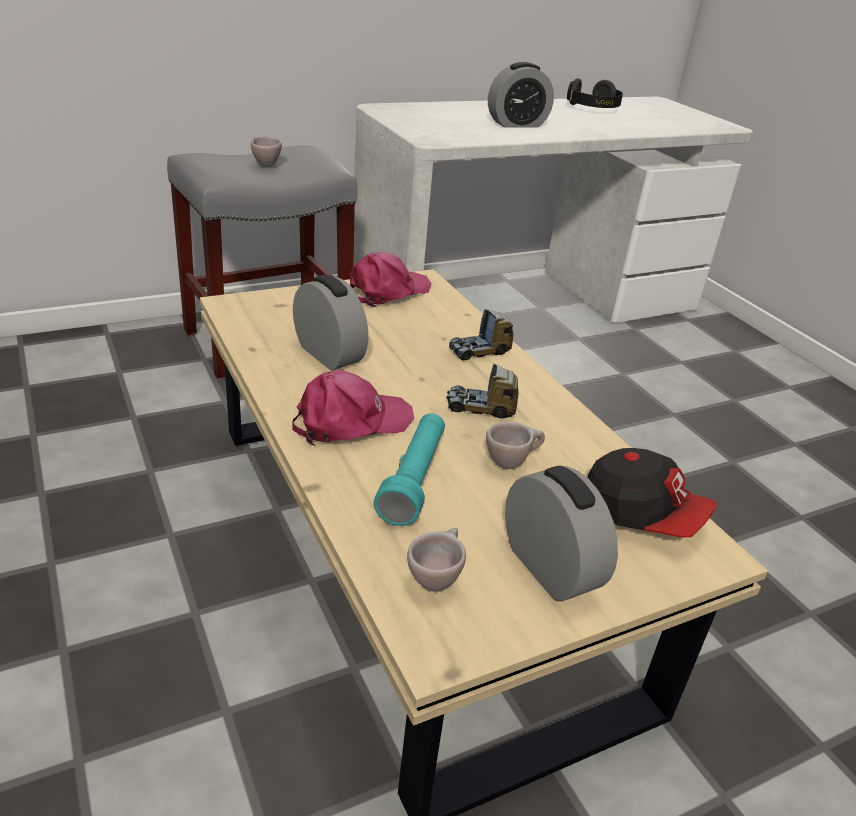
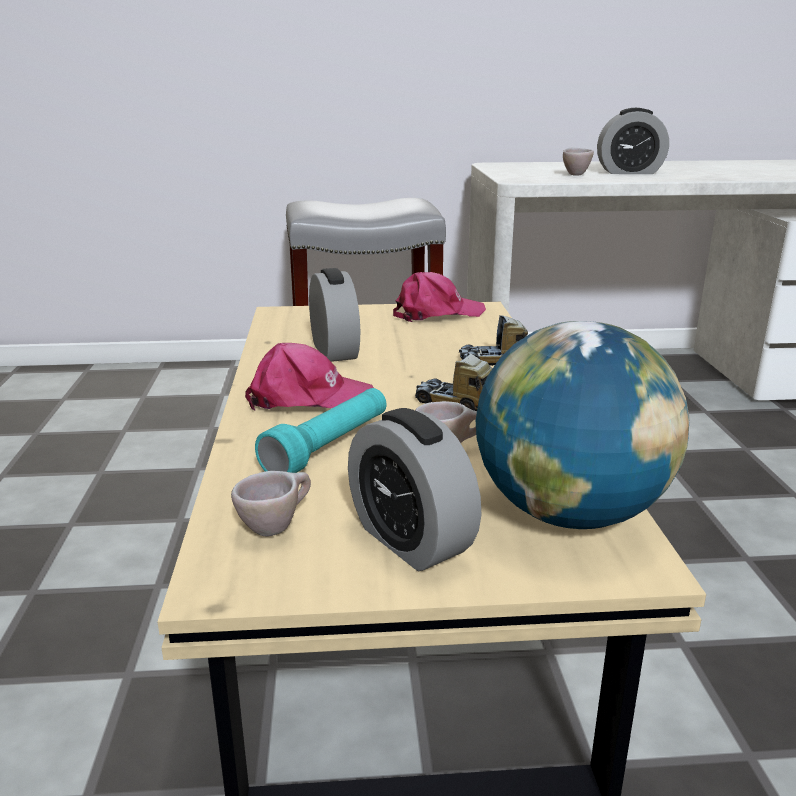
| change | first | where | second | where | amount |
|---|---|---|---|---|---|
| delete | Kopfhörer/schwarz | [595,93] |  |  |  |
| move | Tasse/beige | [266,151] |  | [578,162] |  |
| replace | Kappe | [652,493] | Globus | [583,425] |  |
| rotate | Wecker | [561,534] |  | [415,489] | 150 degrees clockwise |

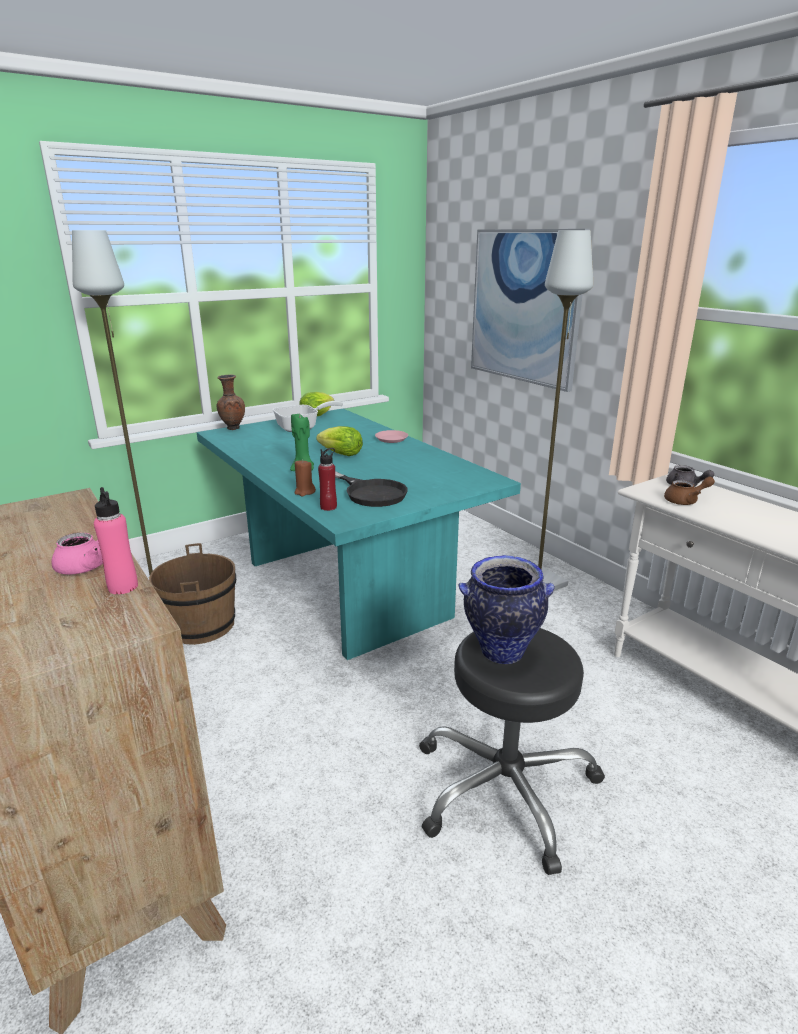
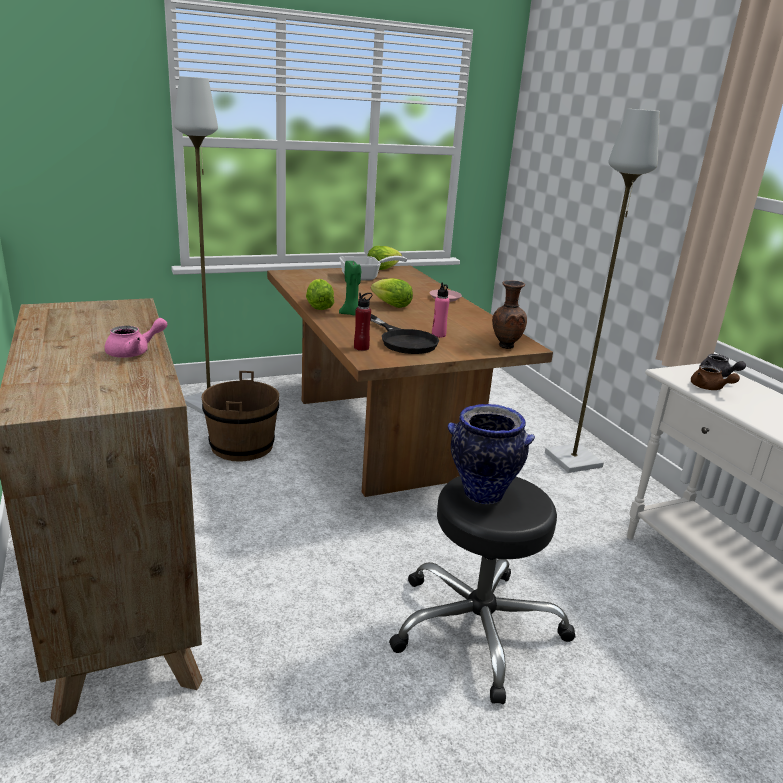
| change | first | where | second | where | amount |
|---|---|---|---|---|---|
| delete | Bild | [530,310] |  |  |  |
| move | Vase/braun | [231,402] |  | [509,314] |  |
| recolor | Esstisch/türkis | [359,534] | Esstisch/braun | [410,381] |  |
| delete | Kerze/braun | [305,477] |  |  |  |
| rotate | Teekanne/braun | [689,490] |  | [715,377] | 60 degrees clockwise |
| move | Flasche/rosa | [116,540] |  | [441,310] |  |
| insert |  |  | Salatkopf | [320,294] |  |

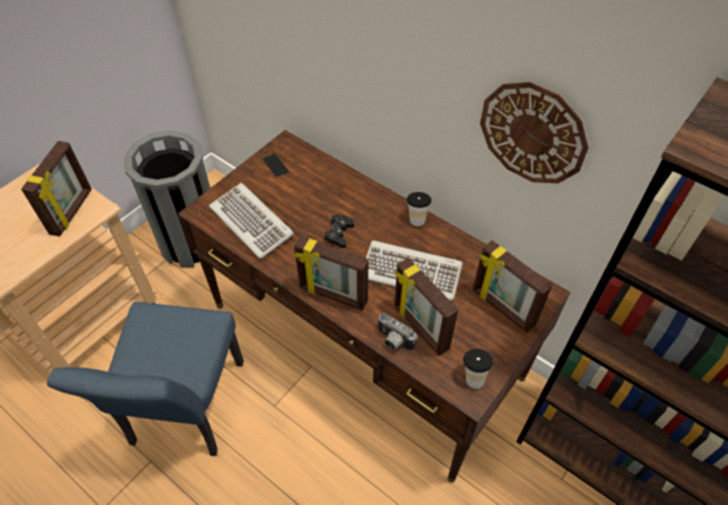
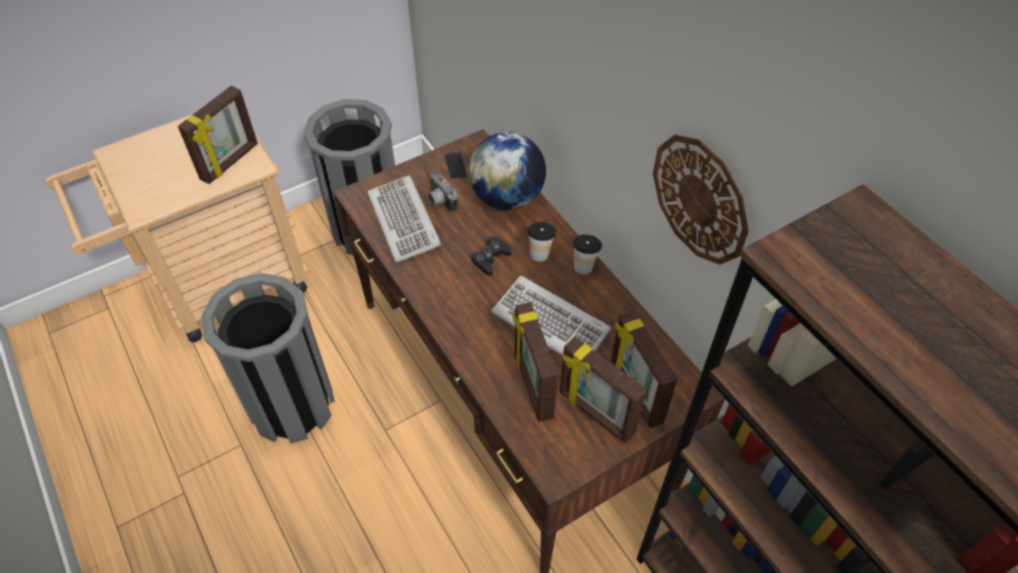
| change | first | where | second | where | amount |
|---|---|---|---|---|---|
| move | Bilderrahmen | [331,273] |  | [603,390] |  |
| replace | Stuhl/blau | [145,379] | Mülleimer/grau | [268,358] |  |
| move | Kamera | [397,331] |  | [443,191] |  |
| move | Tasse | [478,369] |  | [541,242] |  |
| insert |  |  | Globus | [507,171] |  |

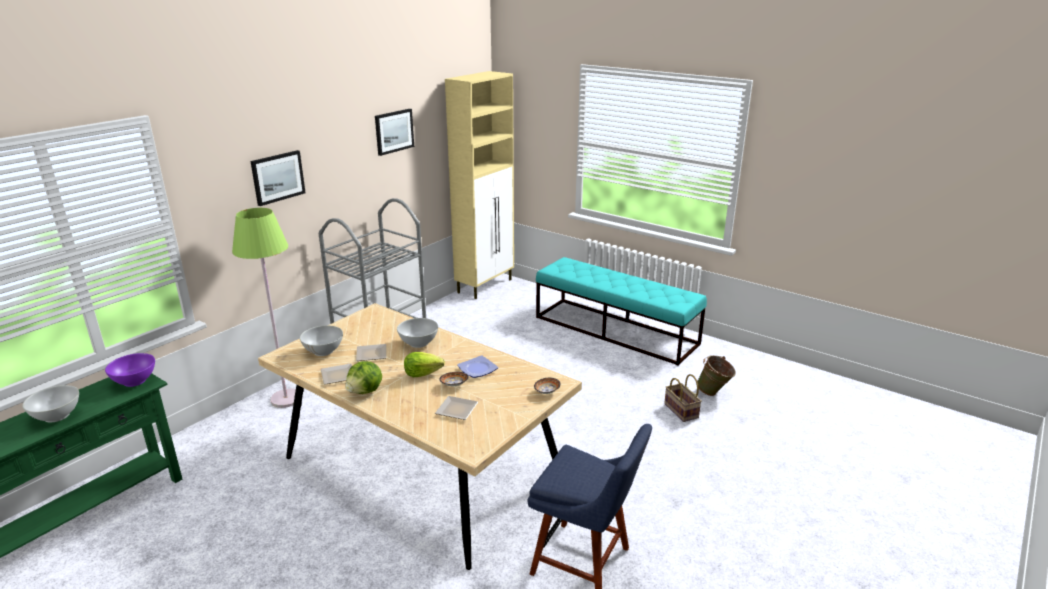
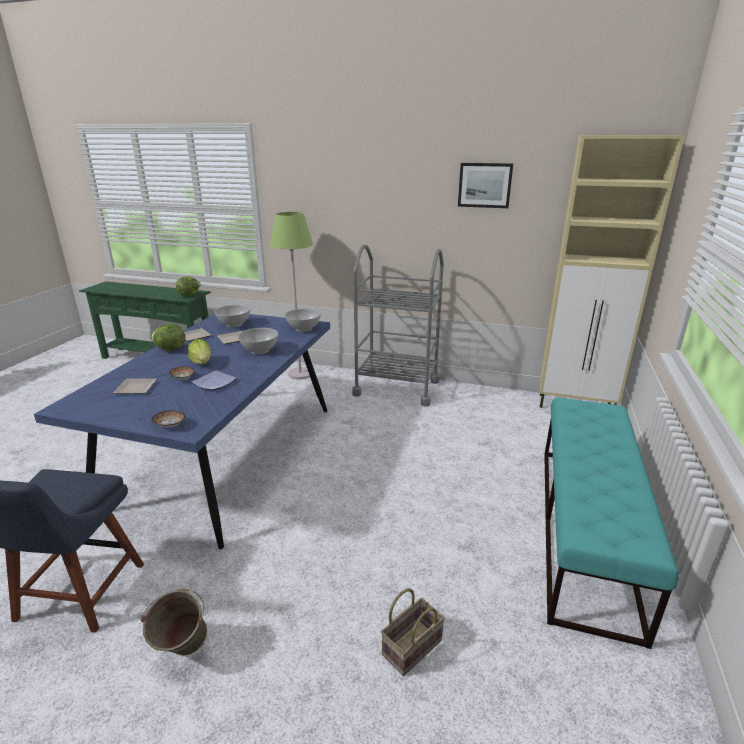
| change | first | where | second | where | amount |
|---|---|---|---|---|---|
| delete | Bild | [278,178] |  |  |  |
| recolor | Esstisch/beige | [420,436] | Esstisch/blau | [182,431] |  |
| replace | Schüssel/lila | [130,370] | Salatkopf | [188,286] |  |
| move | Eimer/grün | [716,375] |  | [174,622] |  |
| move | Schüssel/weiß | [50,404] |  | [303,320] |  |

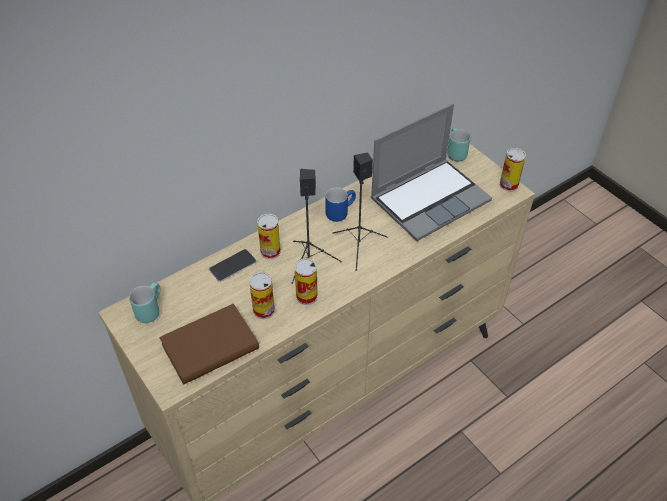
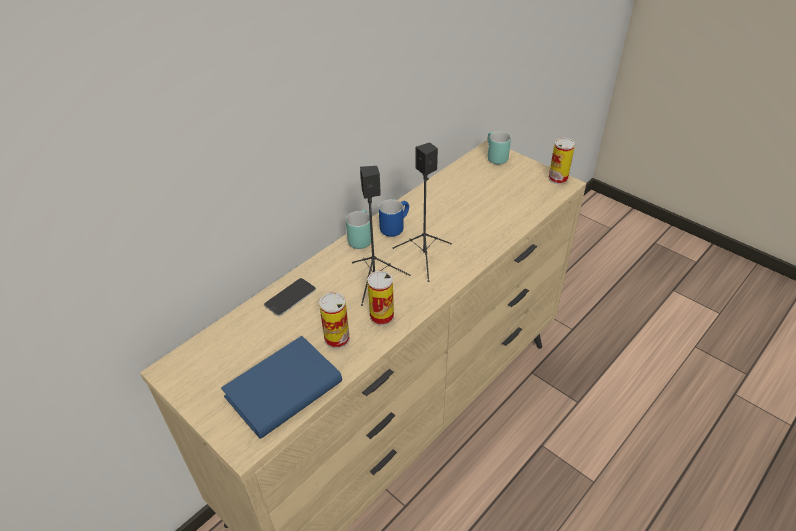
| change | first | where | second | where | amount |
|---|---|---|---|---|---|
| delete | Laptop | [431,172] |  |  |  |
| delete | Dose | [269,236] |  |  |  |
| move | Henkelbecher/türkis | [144,302] |  | [358,229] |  |
| recolor | Buch/braun | [209,344] | Buch/blau | [281,387] |  |

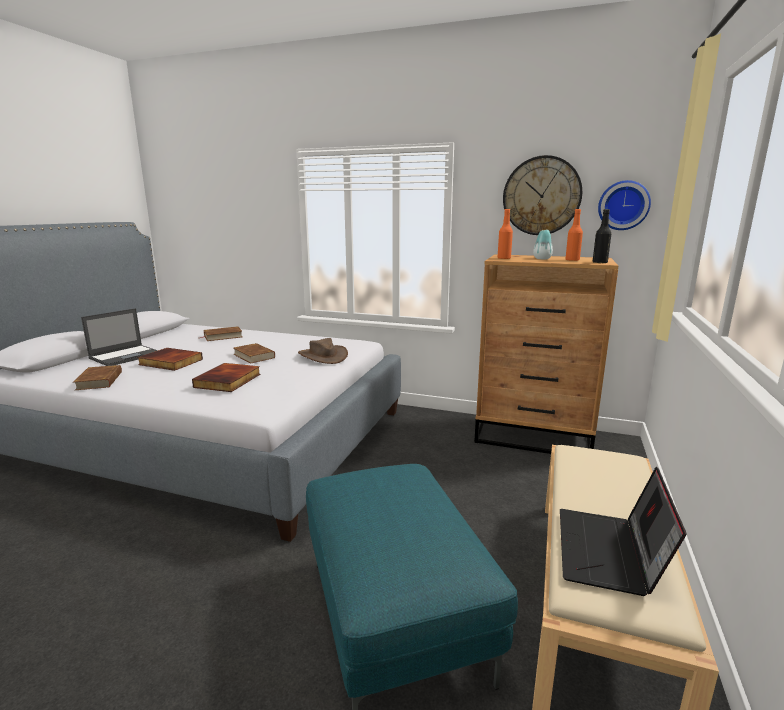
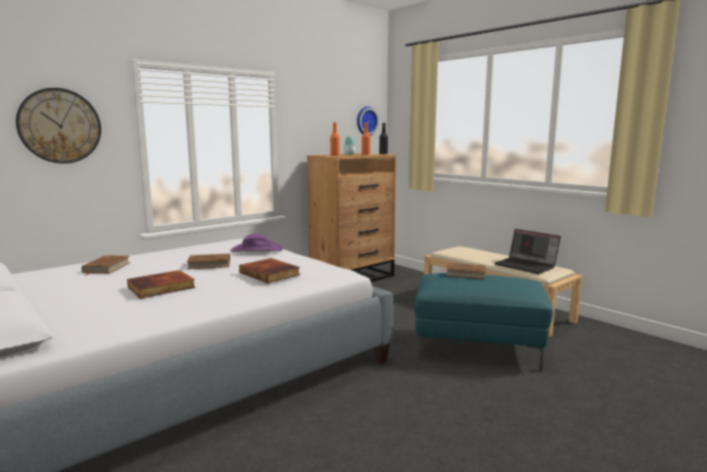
| change | first | where | second | where | amount |
|---|---|---|---|---|---|
| move | Wanduhr | [542,195] |  | [58,126] |  |
| delete | Laptop | [119,337] |  |  |  |
| recolor | Hut/braun | [323,351] | Hut/lila | [256,243] |  |
| move | Buch/braun | [98,377] |  | [463,271] |  |

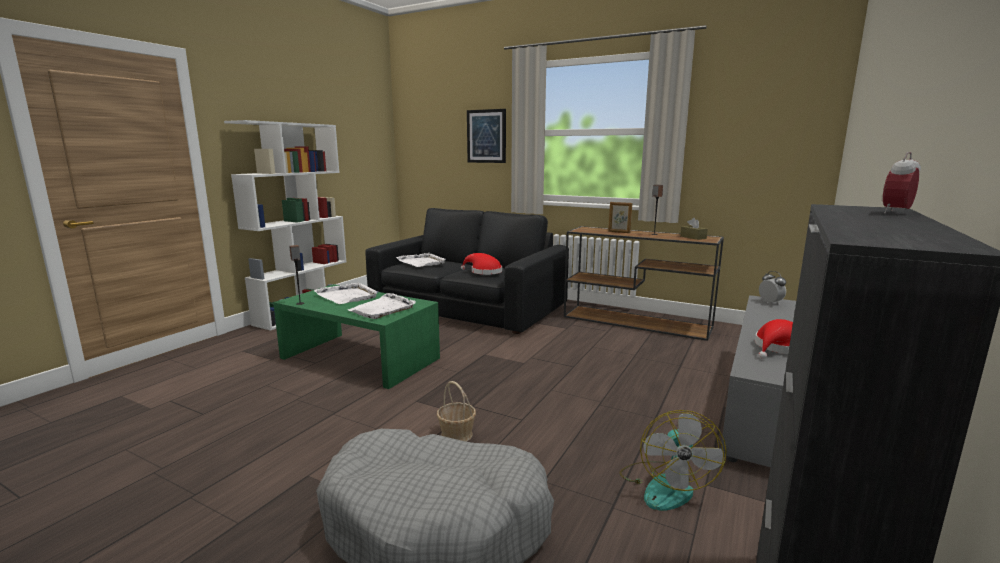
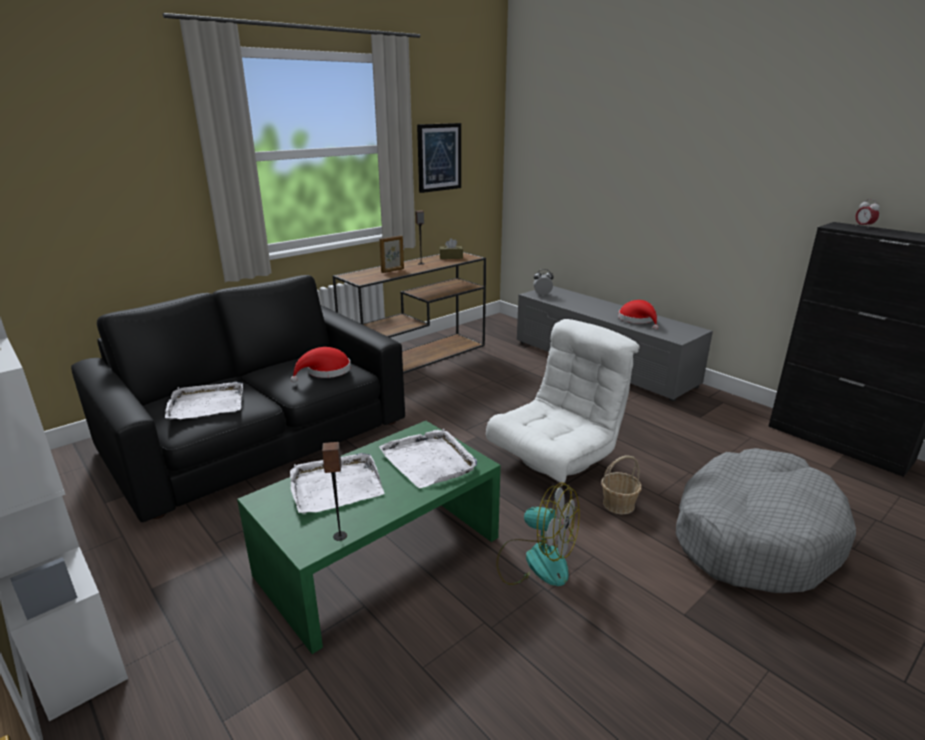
| change | first | where | second | where | amount |
|---|---|---|---|---|---|
| move | Bild | [486,136] |  | [439,158] |  |
| move | Ventilator | [673,460] |  | [537,534] |  |
| insert |  |  | Sessel/weiß | [563,401] |  |

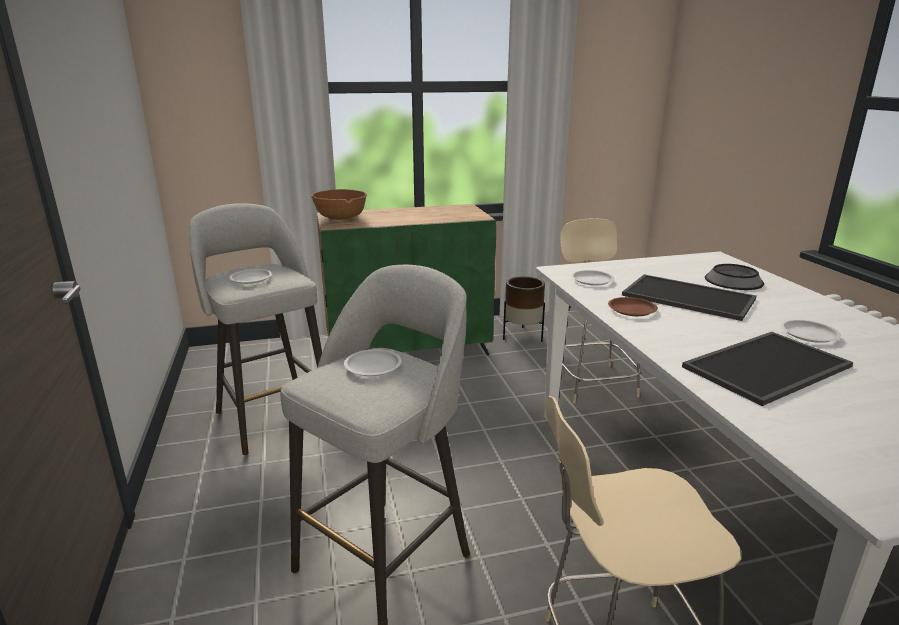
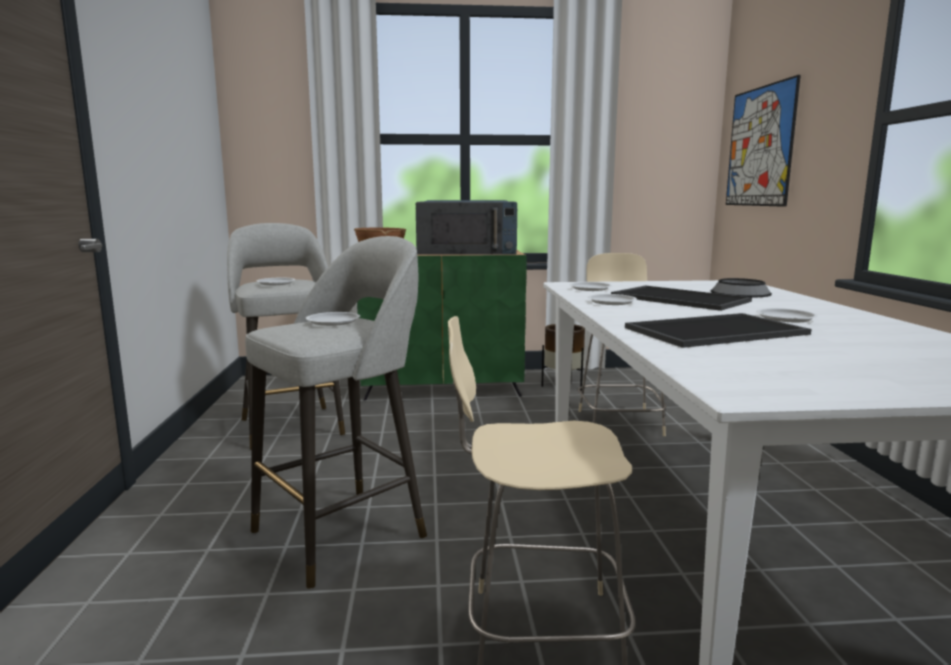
| change | first | where | second | where | amount |
|---|---|---|---|---|---|
| recolor | Teller/braun | [633,306] | Teller/weiß | [612,299] |  |
| insert |  |  | Bild | [763,141] |  |
| insert |  |  | Mikrowelle/blau | [466,227] |  |

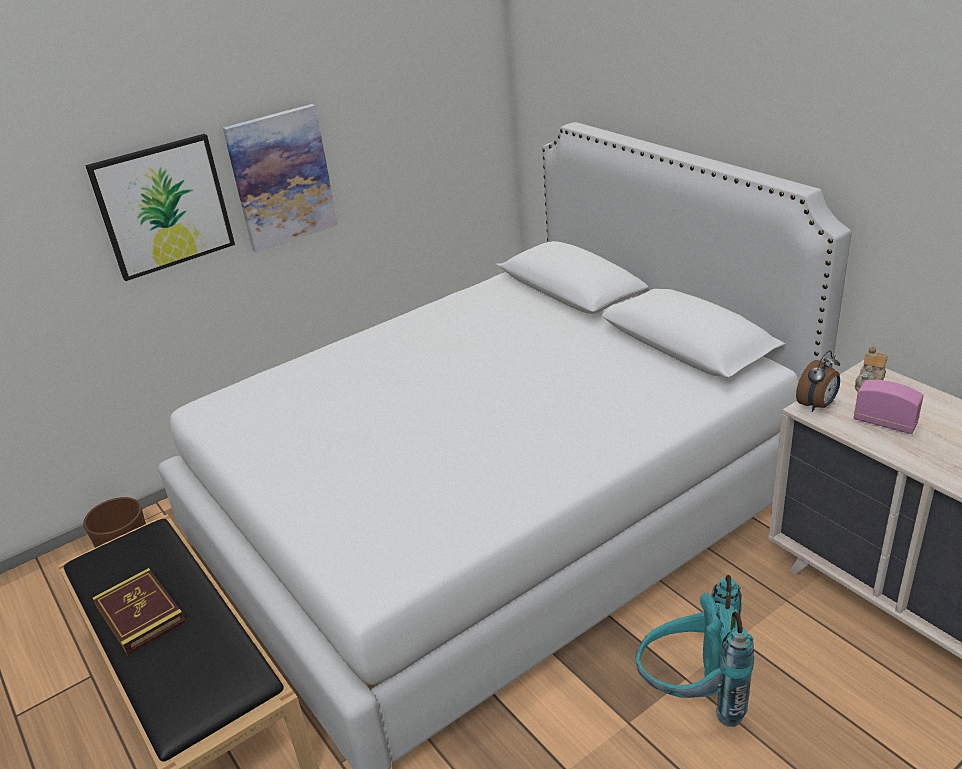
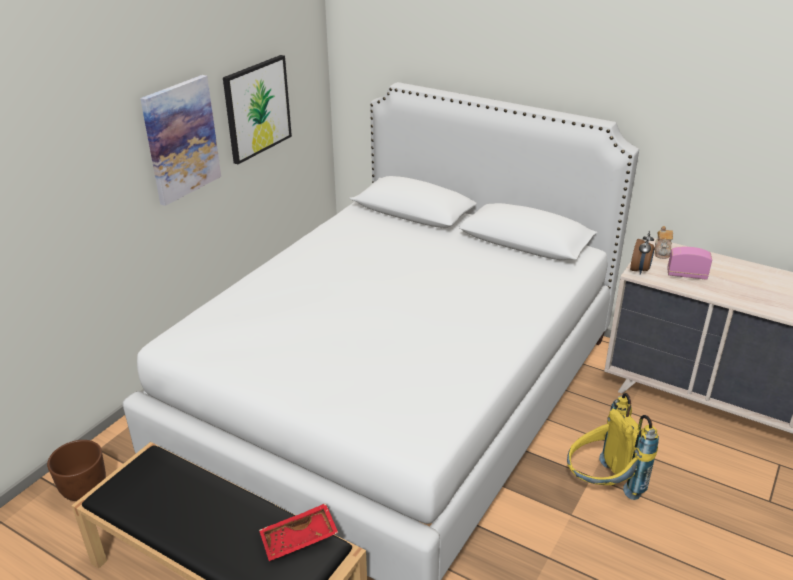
| change | first | where | second | where | amount |
|---|---|---|---|---|---|
| move | Bild | [160,207] |  | [257,109] |  |
| delete | Buch | [139,611] |  |  |  |
| recolor | Rucksack/türkis | [694,651] | Rucksack/gelb | [613,446] |  |
| insert |  |  | Tablett/rot | [298,532] |  |

